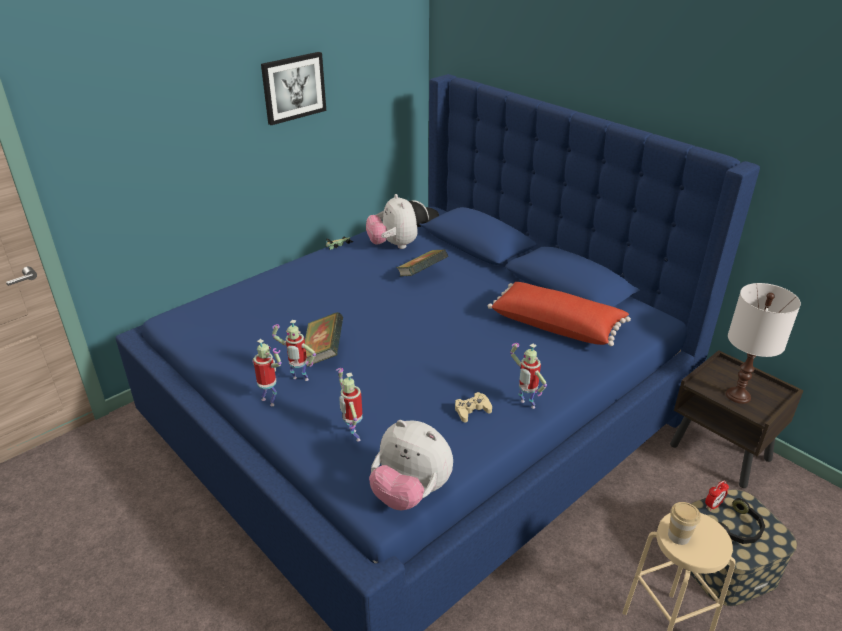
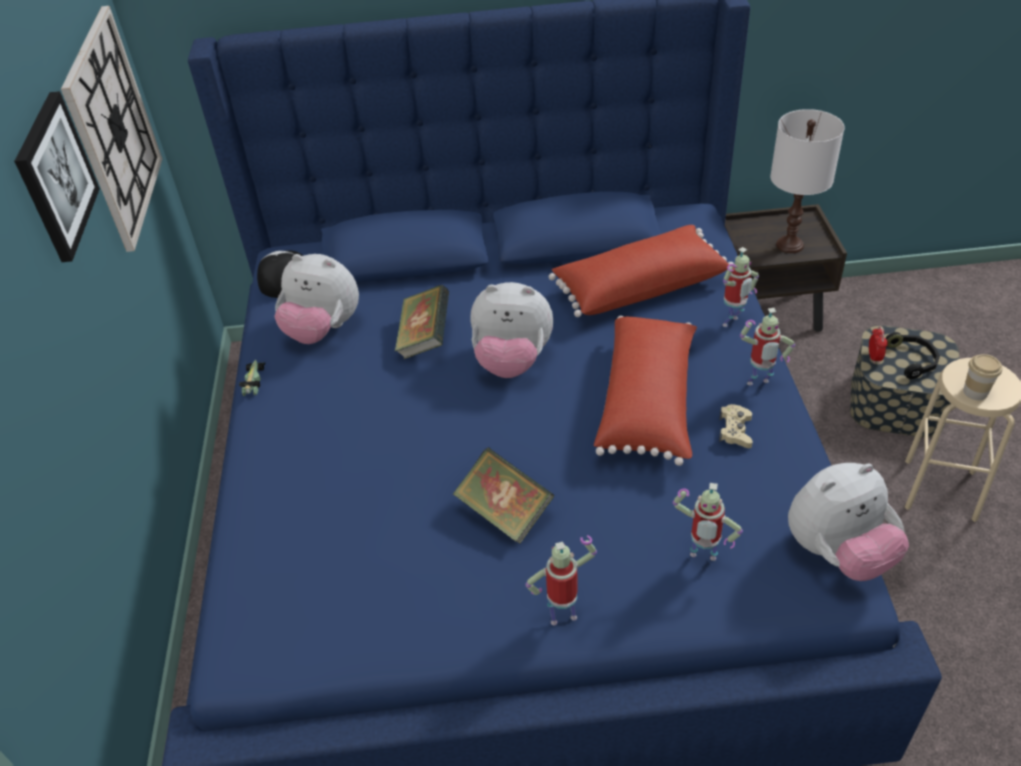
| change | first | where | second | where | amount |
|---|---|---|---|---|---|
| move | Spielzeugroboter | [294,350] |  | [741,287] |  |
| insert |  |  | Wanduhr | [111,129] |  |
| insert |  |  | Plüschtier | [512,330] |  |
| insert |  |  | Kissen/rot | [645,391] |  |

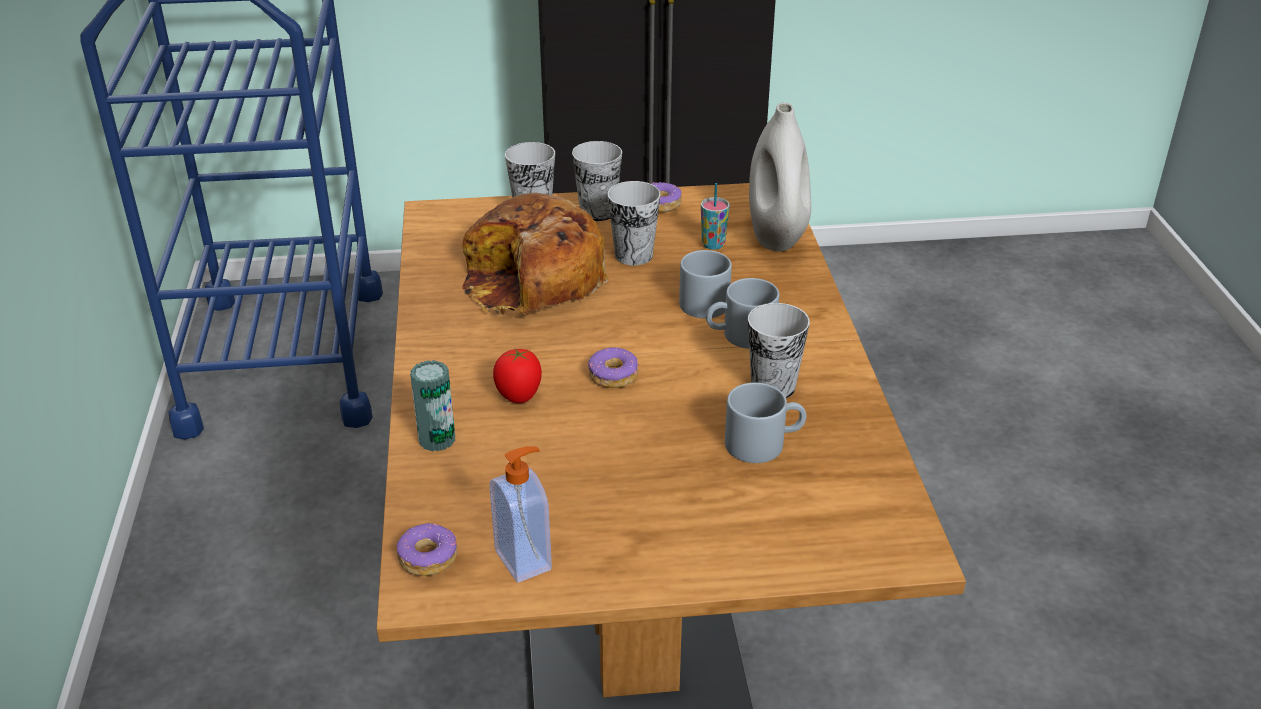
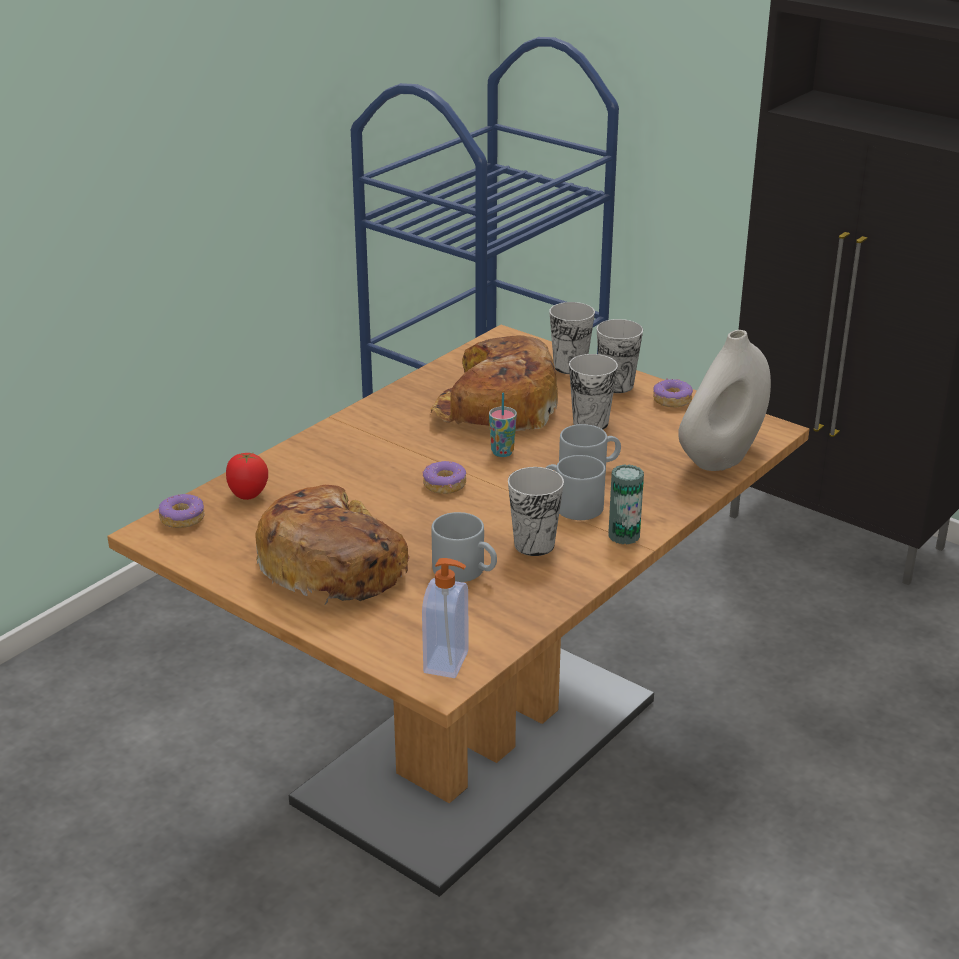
| change | first | where | second | where | amount |
|---|---|---|---|---|---|
| move | Tasse | [715,216] |  | [503,424] |  |
| move | Tomate | [517,375] |  | [247,476] |  |
| move | Dose | [432,406] |  | [626,504] |  |
| move | Seifenspender | [520,514] |  | [445,618] |  |
| insert |  |  | Brot | [332,544] |  |

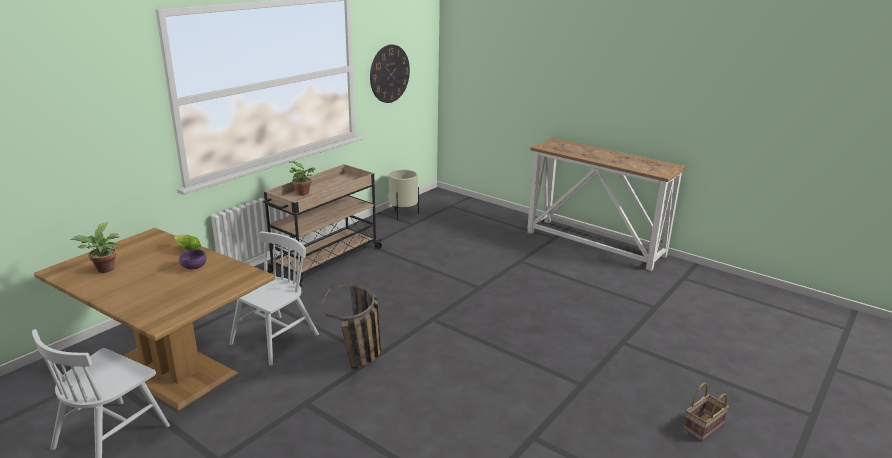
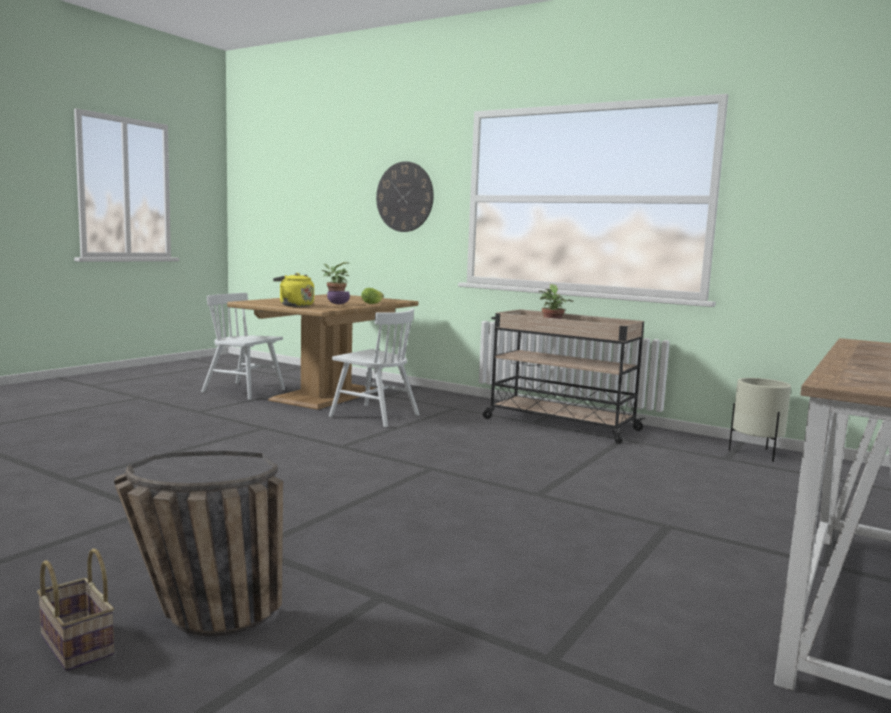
| change | first | where | second | where | amount |
|---|---|---|---|---|---|
| move | Wanduhr | [390,74] |  | [405,196] |  |
| move | Korb | [351,325] |  | [198,543] |  |
| insert |  |  | Wasserkessel/gelb | [293,290] |  |

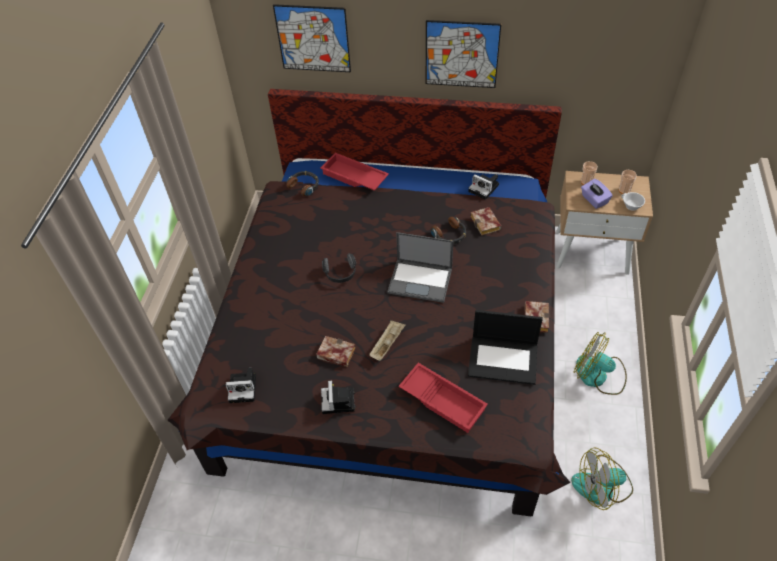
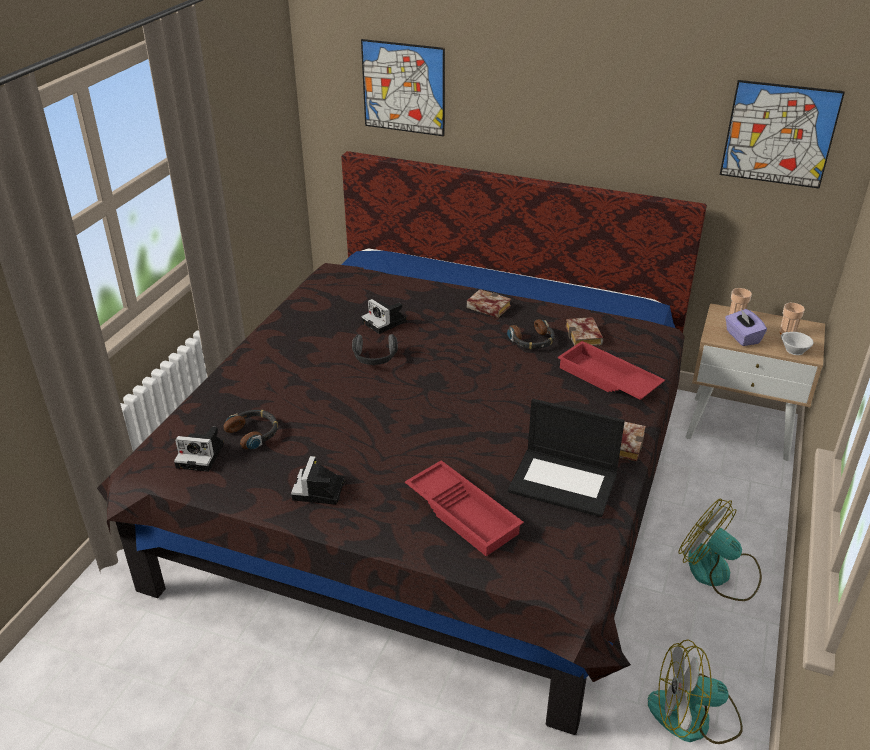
| change | first | where | second | where | amount |
|---|---|---|---|---|---|
| move | Bild | [463,54] |  | [782,134] |  |
| move | Tablett/rot | [354,171] |  | [611,370] |  |
| move | Kopfhörer | [302,183] |  | [250,429] |  |
| move | Kamera | [483,187] |  | [384,316] |  |
| delete | Laptop | [420,267] |  |  |  |
| delete | Tablett/beige | [387,340] |  |  |  |
| move | Buch | [335,351] |  | [489,303] |  |

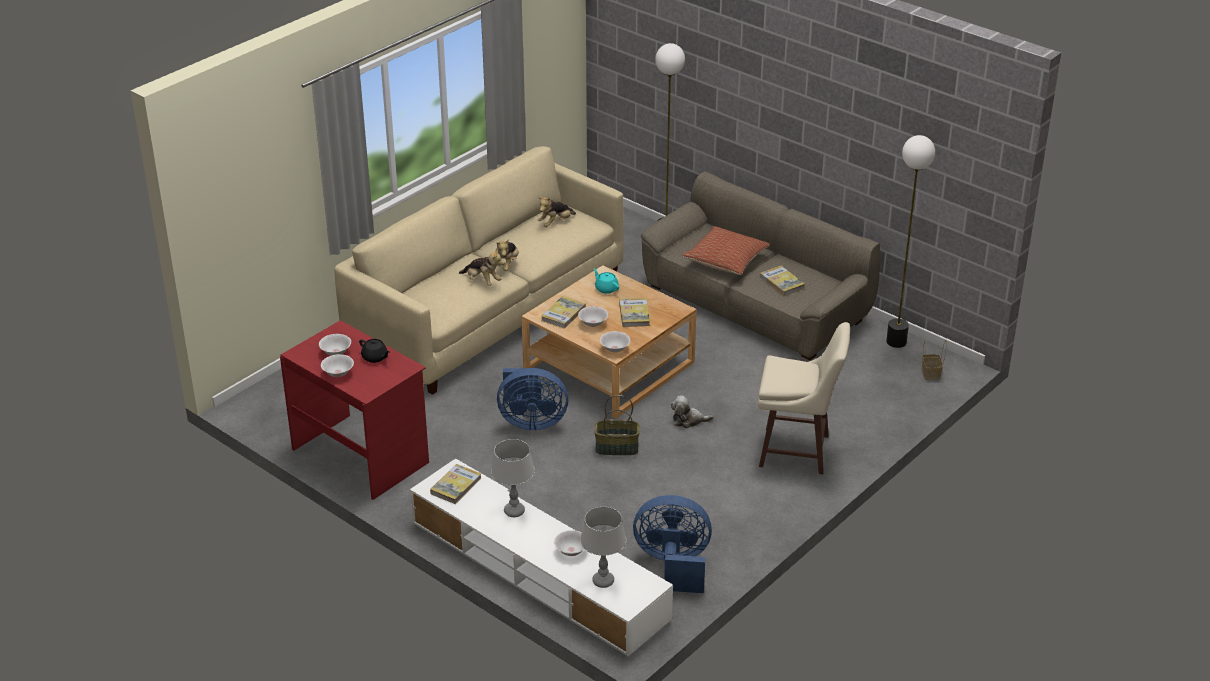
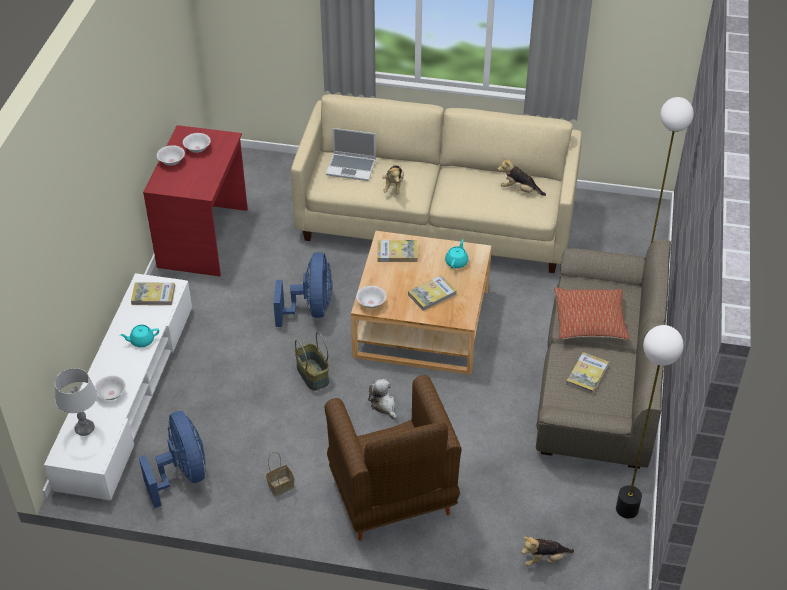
| change | first | where | second | where | amount |
|---|---|---|---|---|---|
| move | Plüschtier | [507,255] |  | [547,551] |  |
| delete | Schüssel/weiß | [593,316] |  |  |  |
| replace | Hocker/beige | [804,398] | Sessel/braun | [393,458] |  |
| delete | Teekanne/schwarz | [374,351] |  |  |  |
| move | Korb | [934,360] |  | [280,474] |  |
| rotate | Ventilator/blau | [533,399] |  | [303,289] | 150 degrees counterclockwise |
| replace | Tischlampe/grau | [513,478] | Teekanne/türkis | [139,336] |  |
| insert |  |  | Laptop | [351,154] |  |

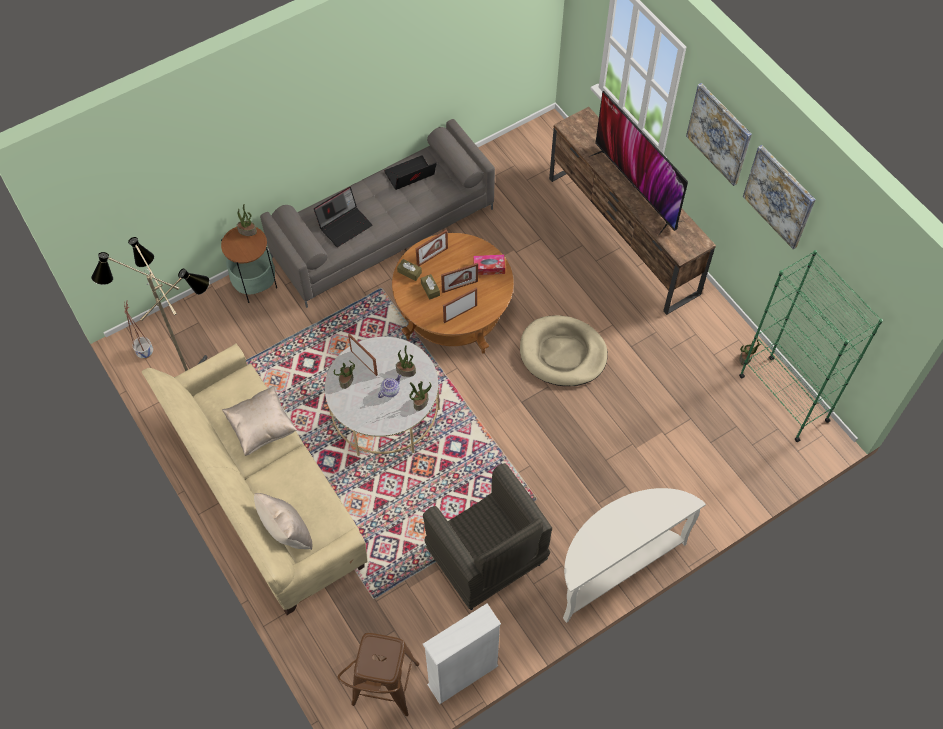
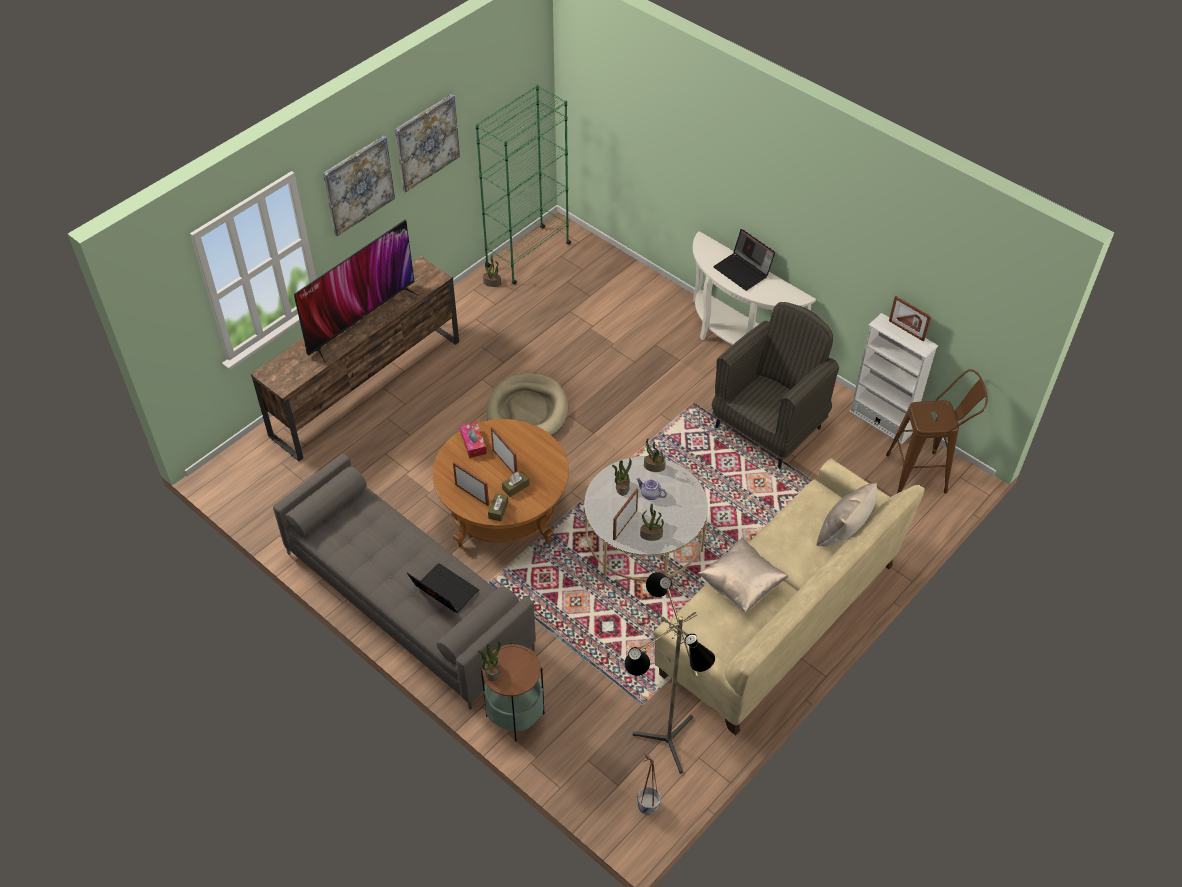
| change | first | where | second | where | amount |
|---|---|---|---|---|---|
| move | Laptop | [410,172] |  | [744,260] |  |
| move | Bilderrahmen | [460,305] |  | [910,319] |  |

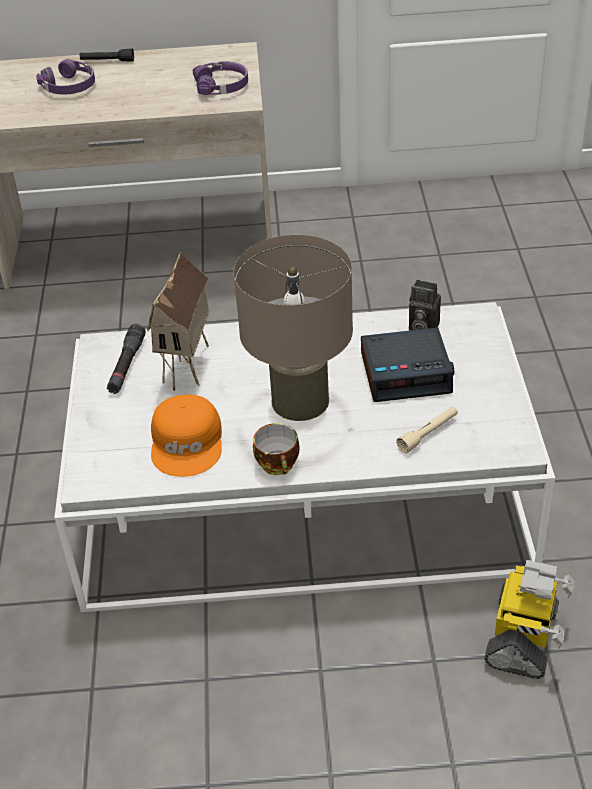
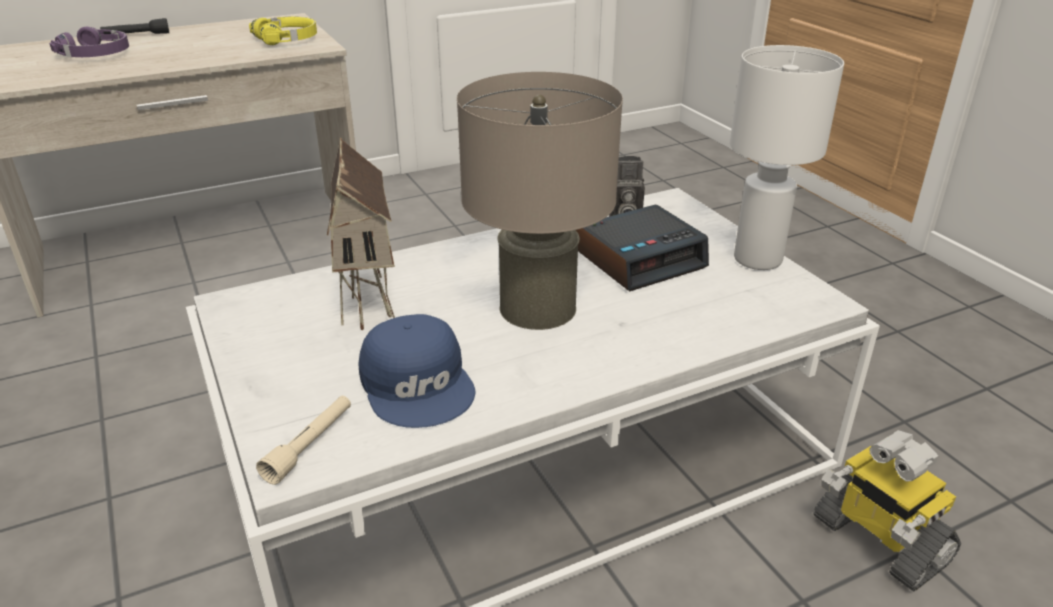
| change | first | where | second | where | amount |
|---|---|---|---|---|---|
| recolor | Kopfhörer/lila | [220,78] | Kopfhörer/gelb | [283,31] |  |
| delete | Taschenlampe/schwarz | [126,359] |  |  |  |
| recolor | Kappe/orange | [186,436] | Kappe/blau | [417,371] |  |
| move | Taschenlampe/beige | [427,429] |  | [303,440] |  |
| delete | Tasse | [276,449] |  |  |  |
| rotate | Spielzeugroboter | [529,619] |  | [887,510] | 150 degrees clockwise |
| insert |  |  | Tischlampe/weiß | [787,157] |  |

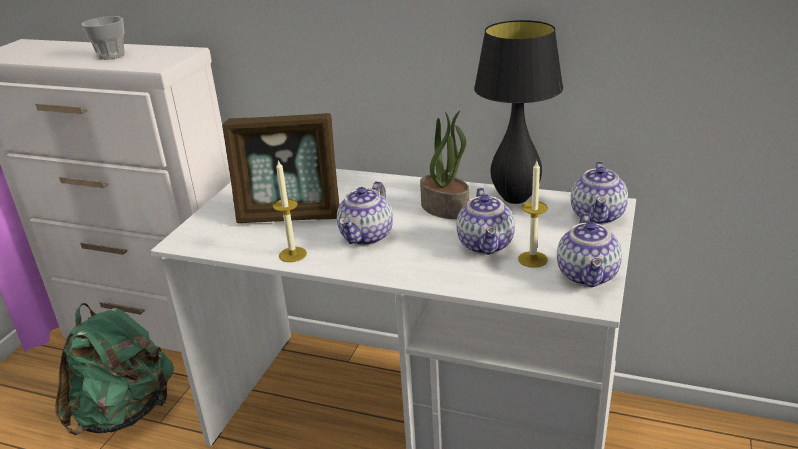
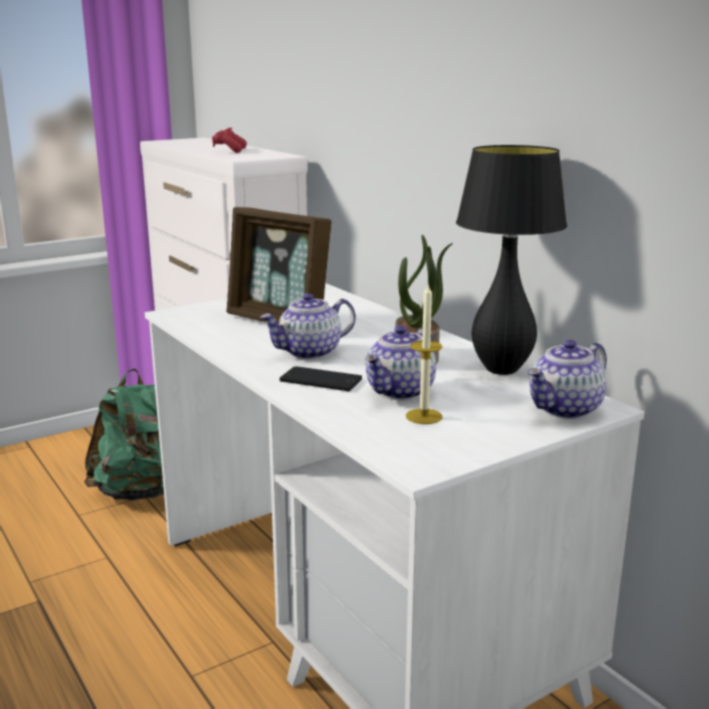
| change | first | where | second | where | amount |
|---|---|---|---|---|---|
| replace | Tasse | [103,38] | Gamepad/rot | [229,140] |  |
| delete | Kerze | [290,210] |  |  |  |
| delete | Teekanne | [589,250] |  |  |  |
| insert |  |  | Handy | [321,378] |  |

